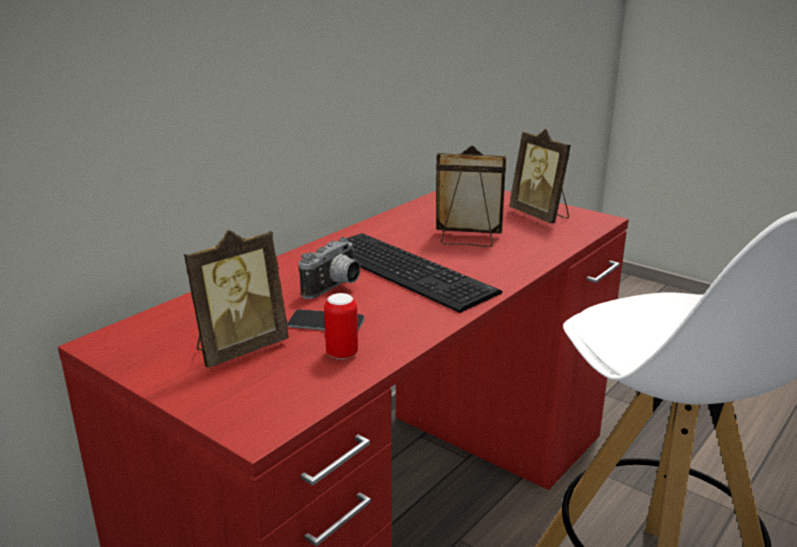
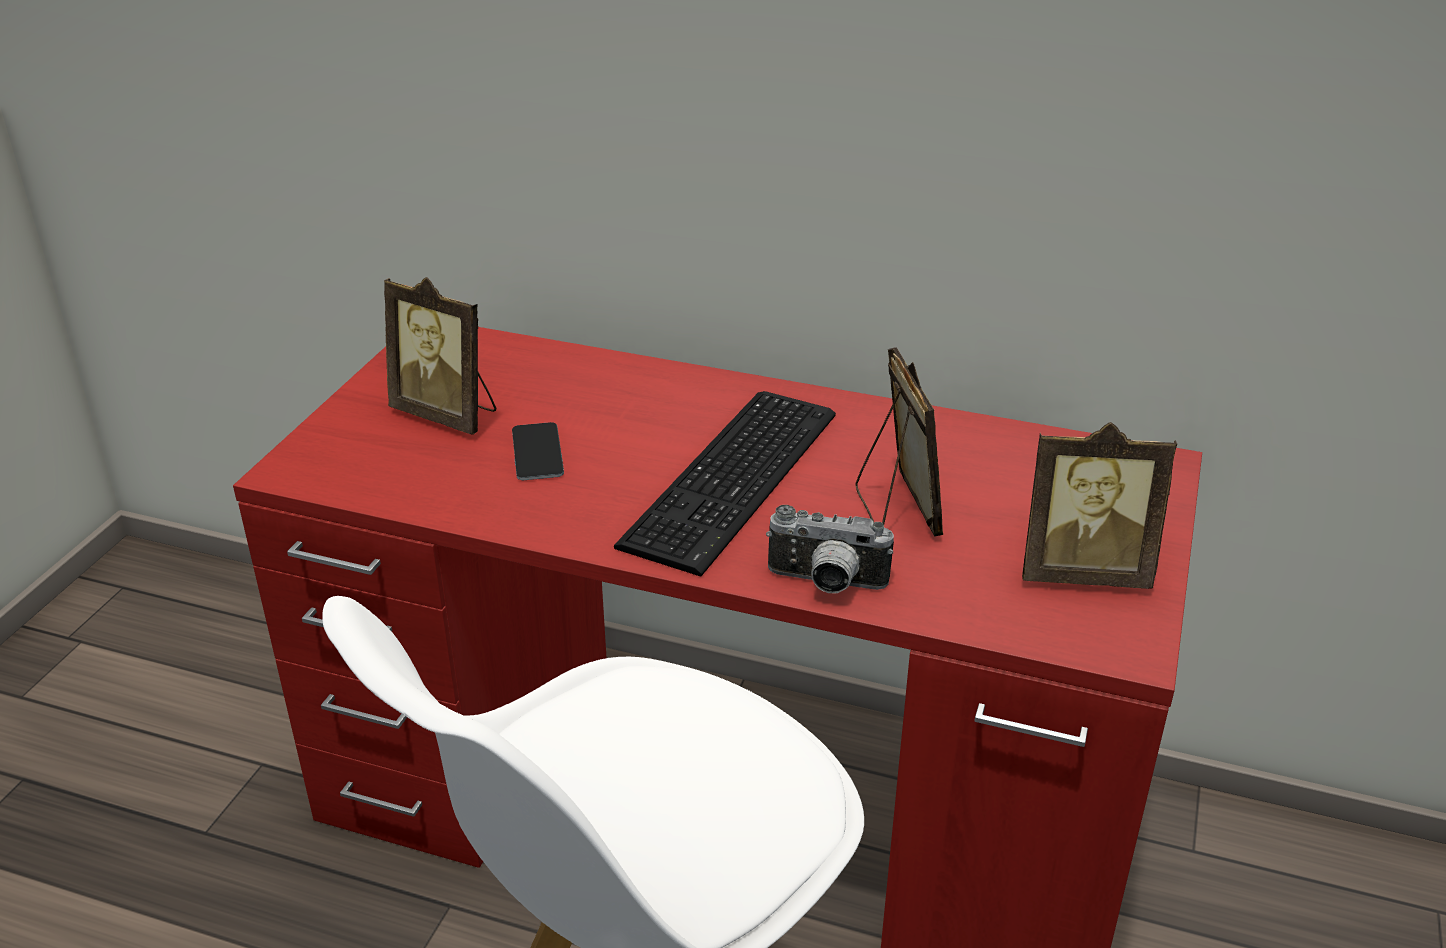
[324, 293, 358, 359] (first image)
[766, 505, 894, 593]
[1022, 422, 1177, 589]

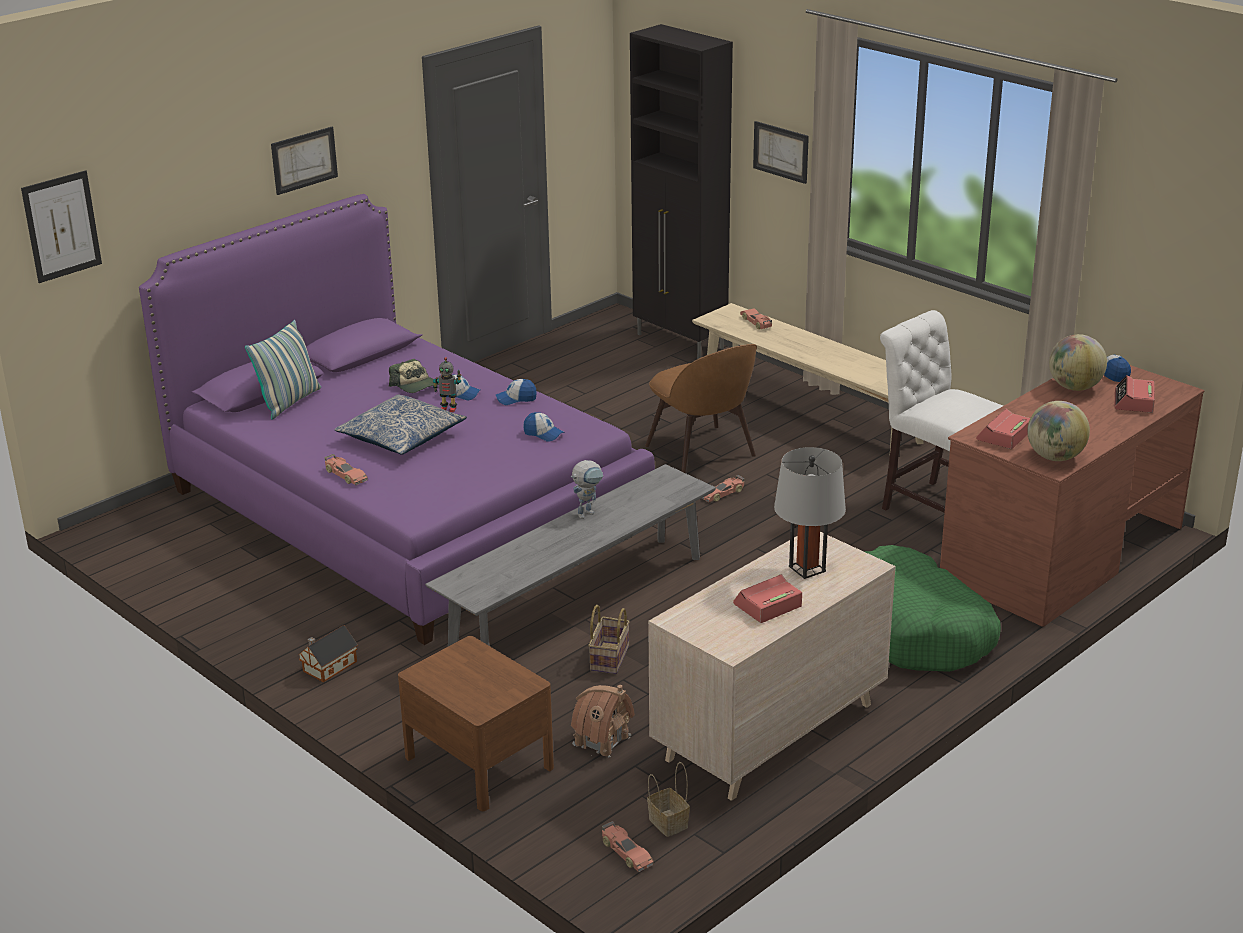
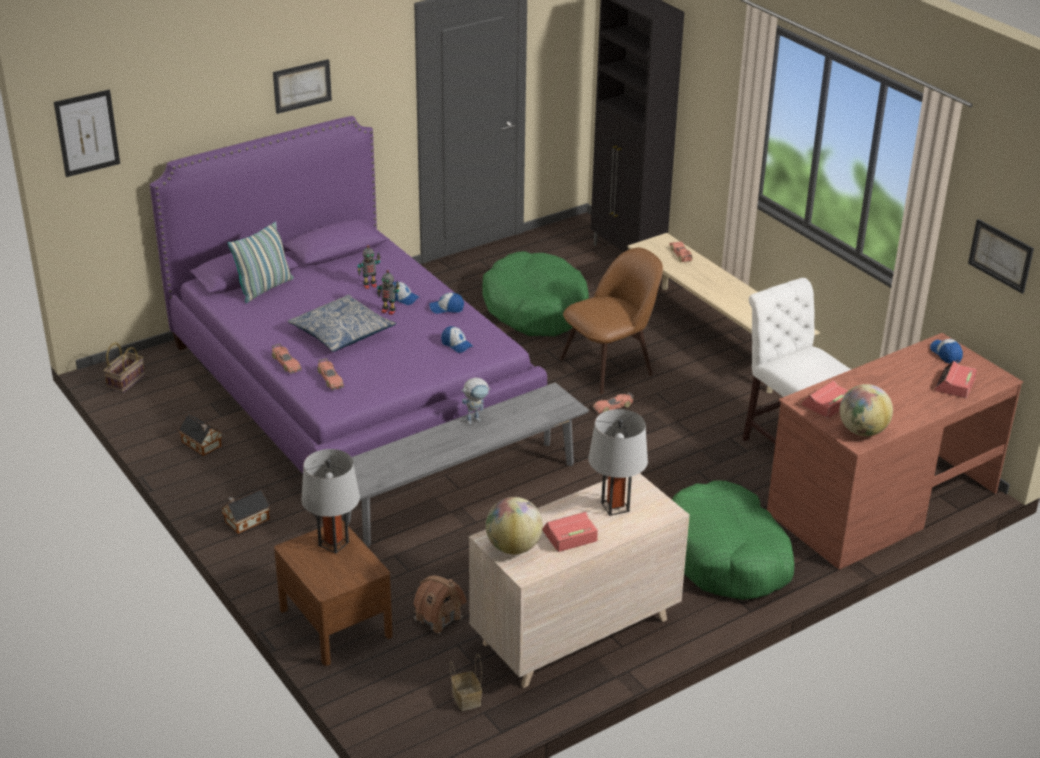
[179, 414, 223, 456]
[301, 449, 360, 554]
[482, 251, 589, 336]
[104, 342, 145, 393]
[317, 358, 344, 390]
[968, 219, 1034, 294]
[486, 497, 543, 554]
[357, 245, 380, 289]
[560, 248, 663, 394]

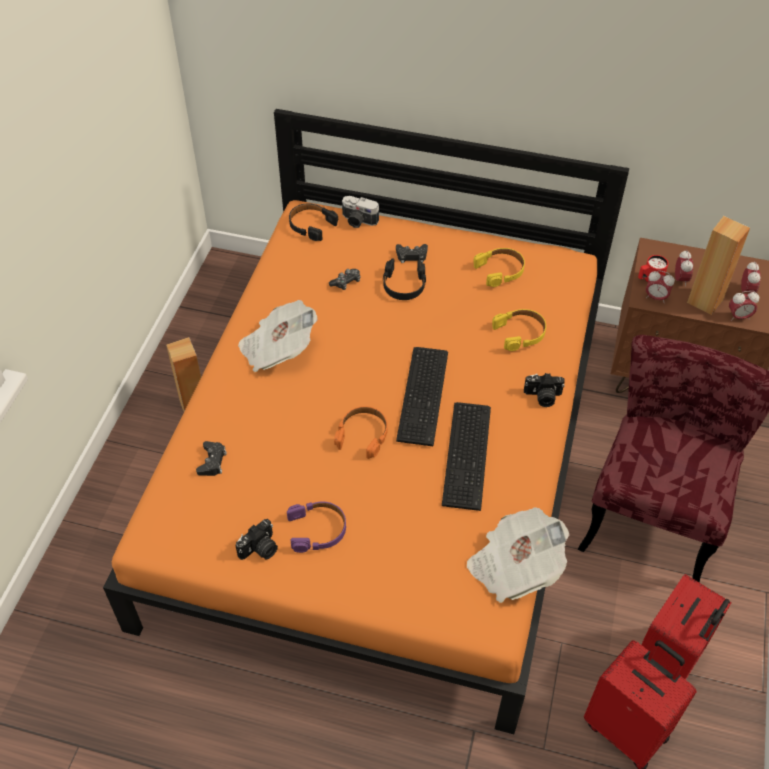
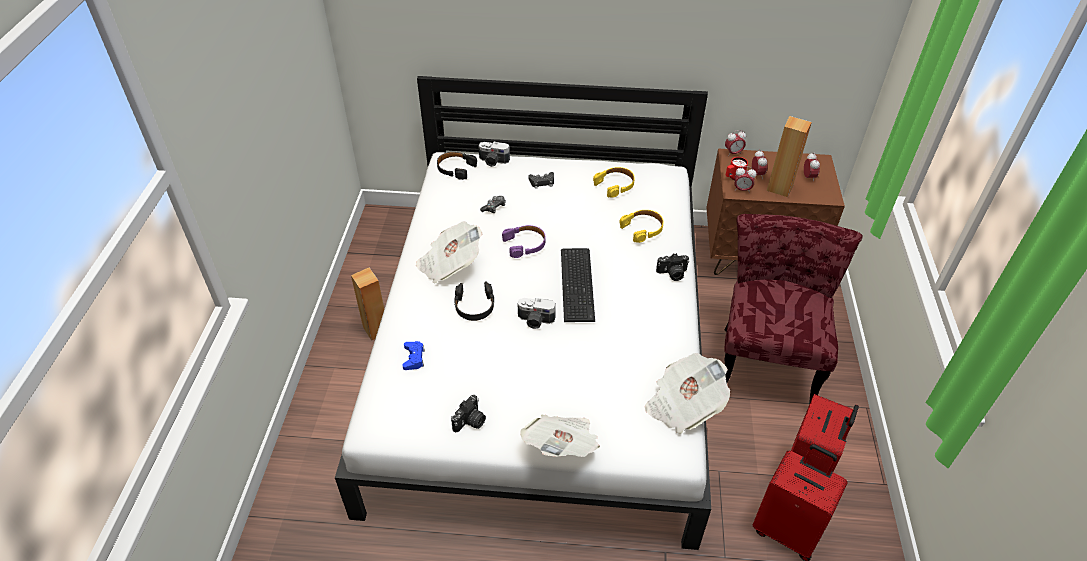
[442, 402, 491, 511] (first image)
[520, 415, 600, 457]
[502, 225, 545, 258]
[454, 281, 494, 321]
[725, 130, 746, 156]
[518, 298, 556, 329]
[335, 76, 711, 550]
[402, 341, 425, 370]

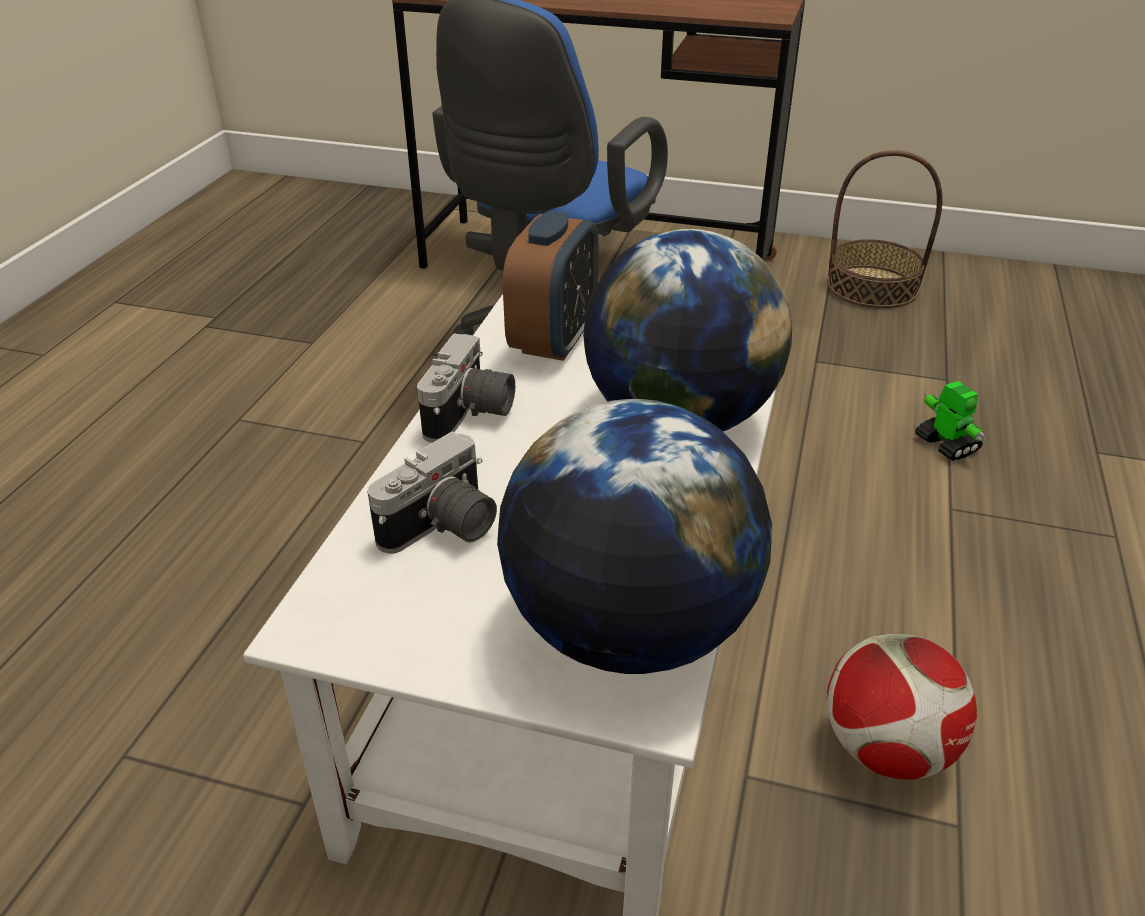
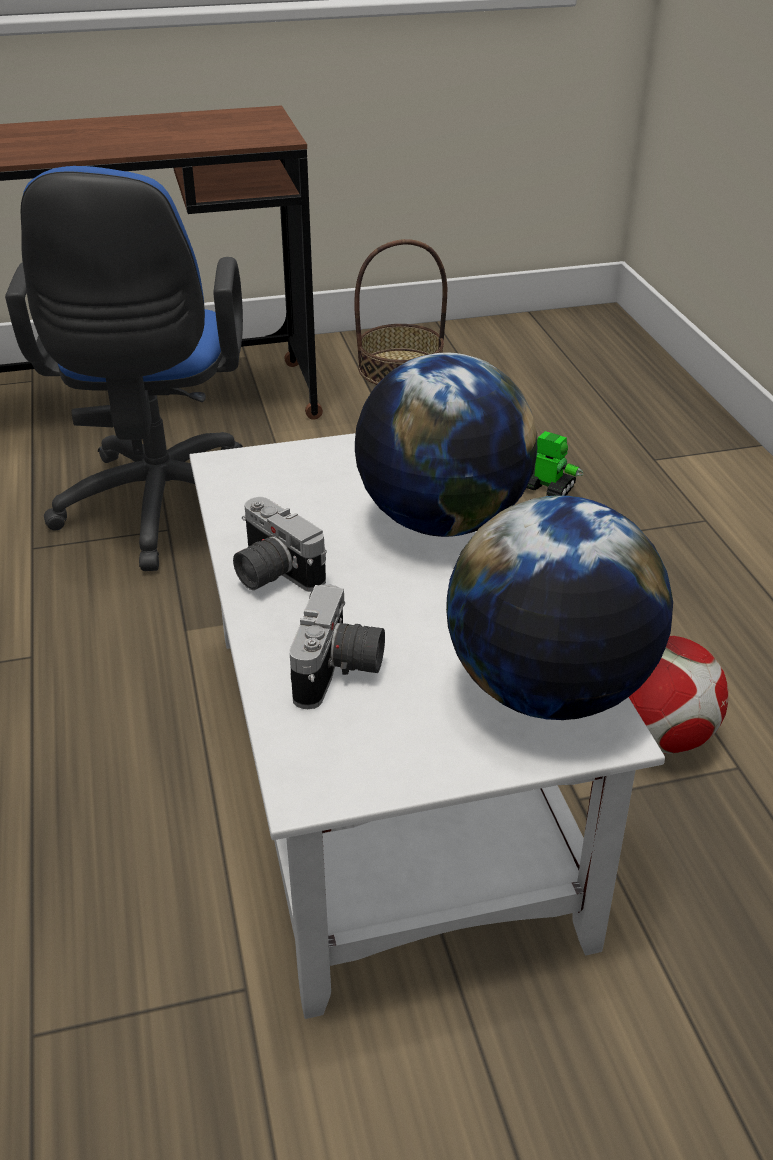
[503, 211, 599, 361] (first image)
[233, 497, 326, 592]

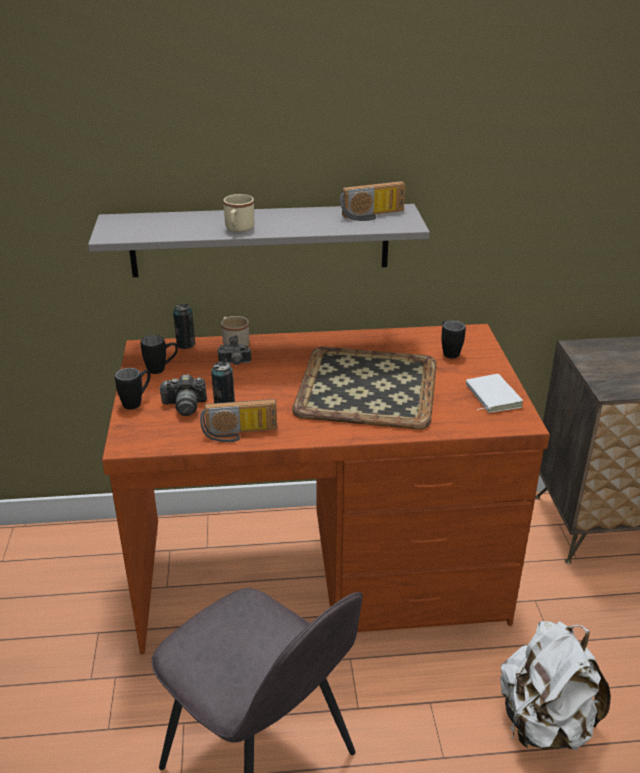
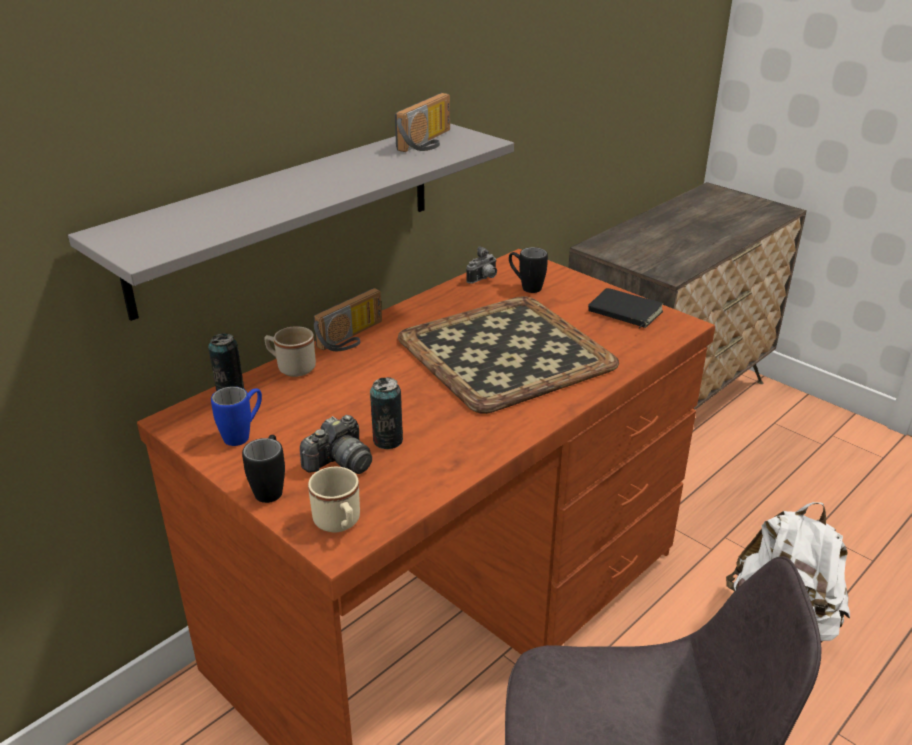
[314, 288, 382, 351]
[466, 246, 497, 284]
[308, 467, 360, 532]
[211, 386, 262, 446]
[588, 288, 663, 329]

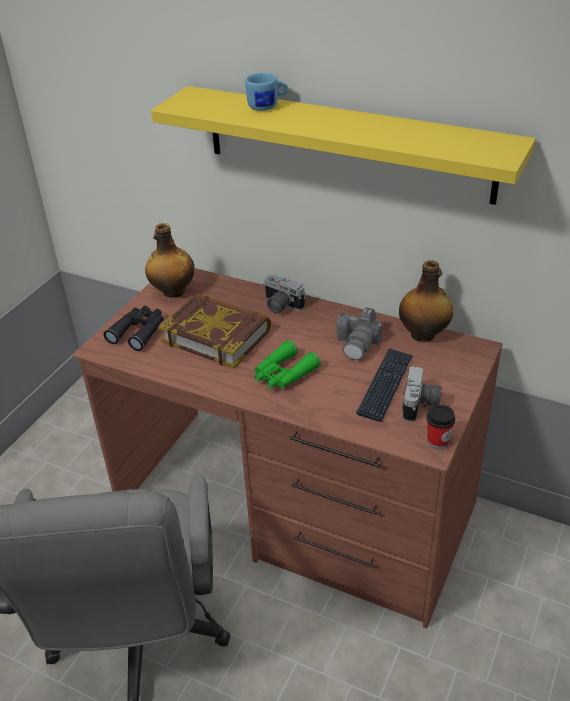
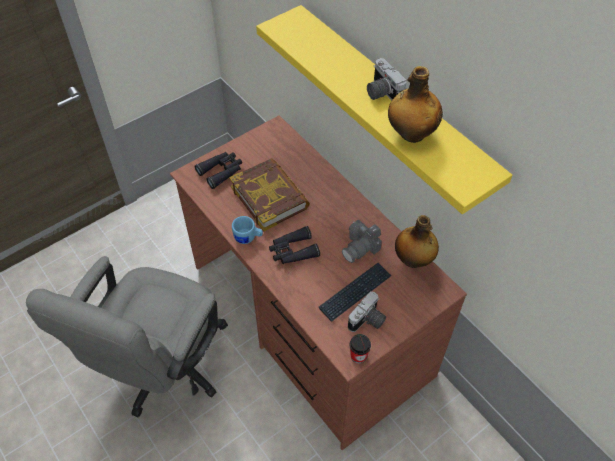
[388, 66, 443, 143]
[232, 216, 263, 244]
[367, 58, 406, 100]
[269, 226, 320, 264]

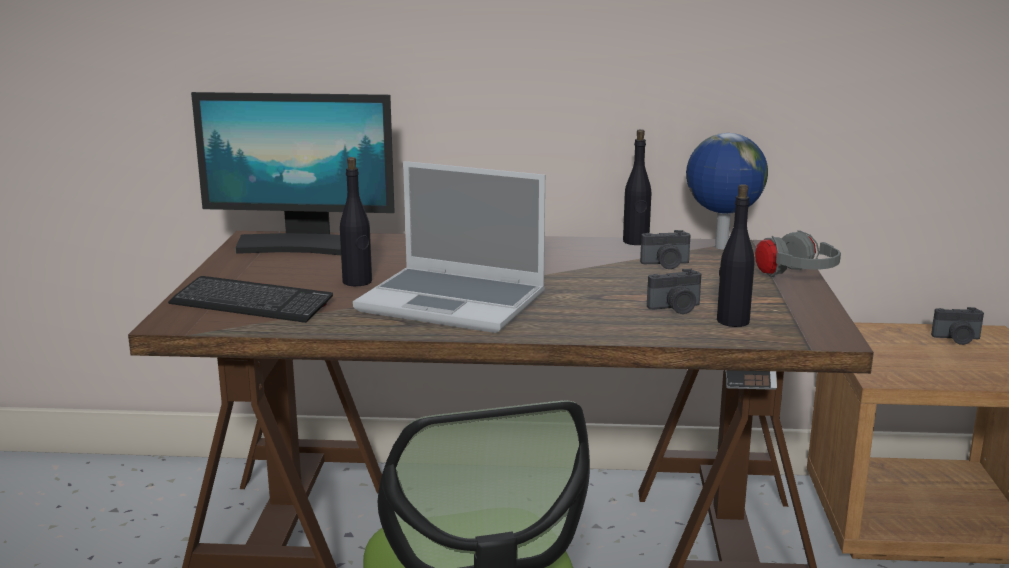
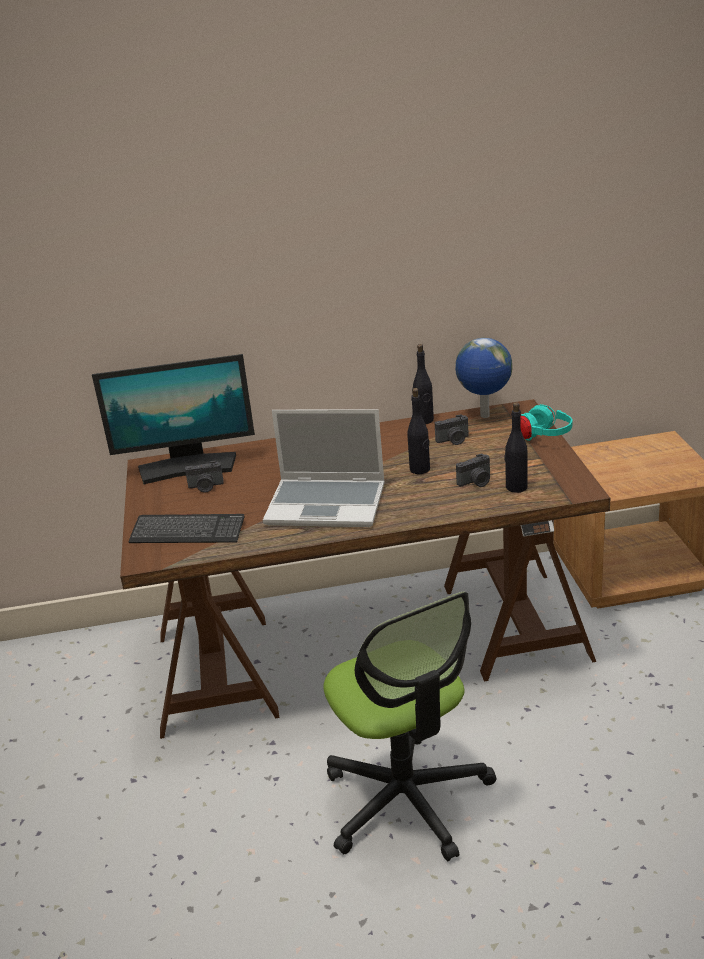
[407, 388, 430, 474]
[185, 461, 224, 492]
[520, 404, 573, 441]

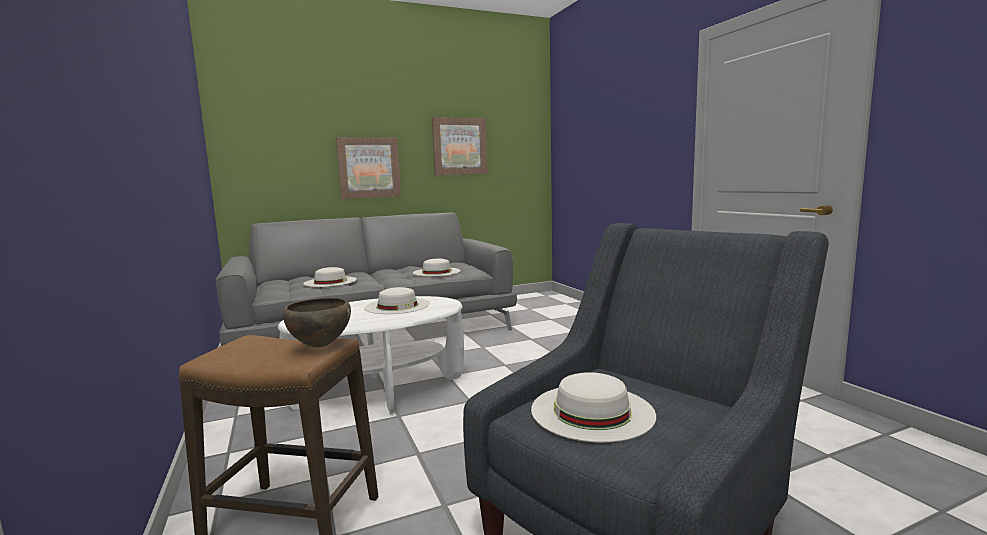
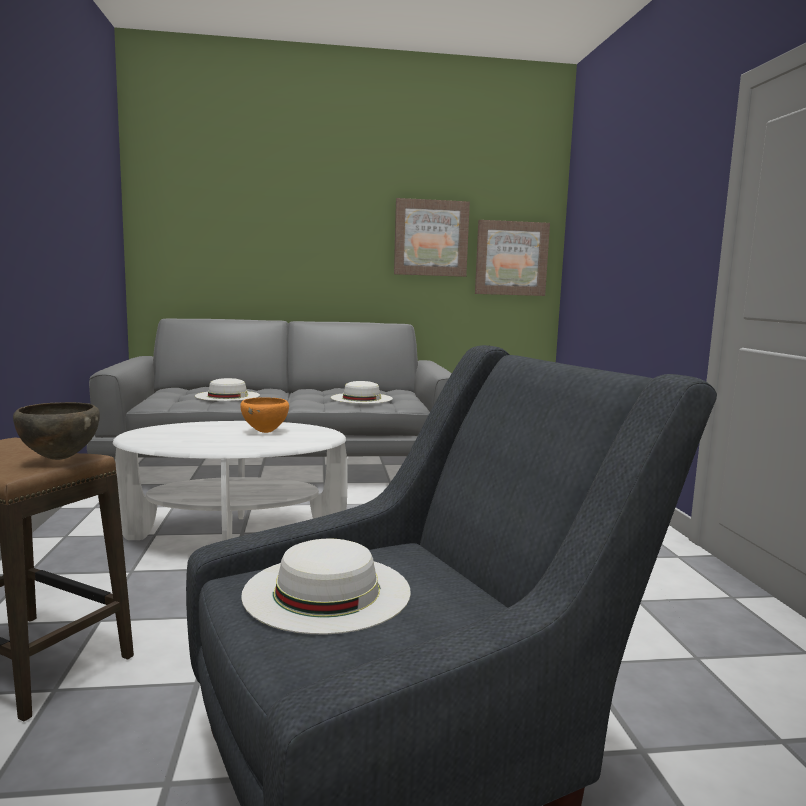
[475, 220, 550, 296]
[240, 397, 289, 433]

